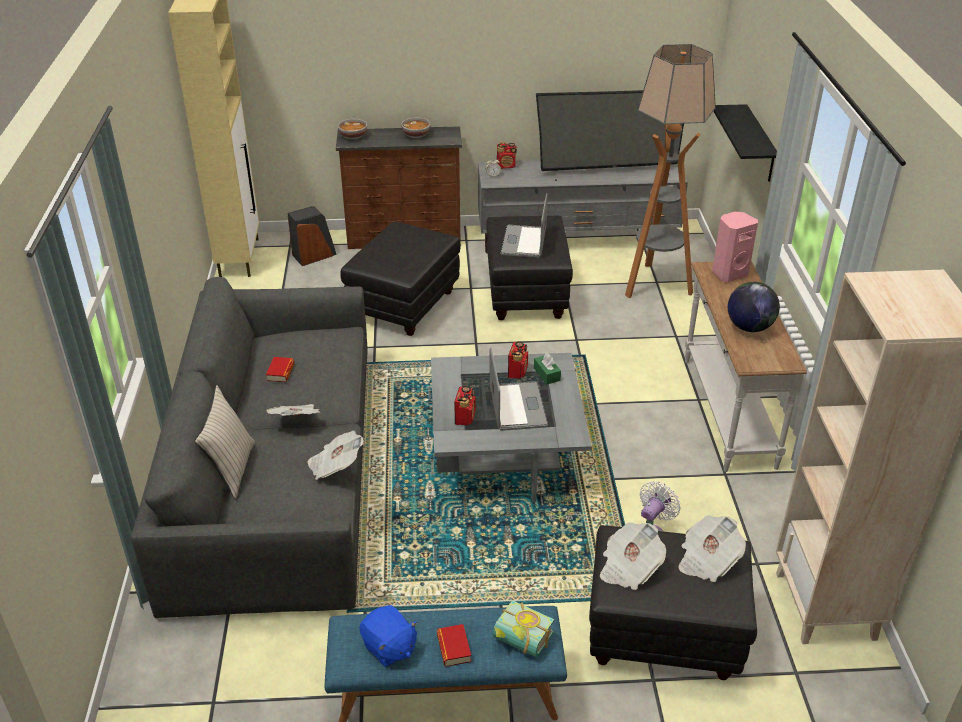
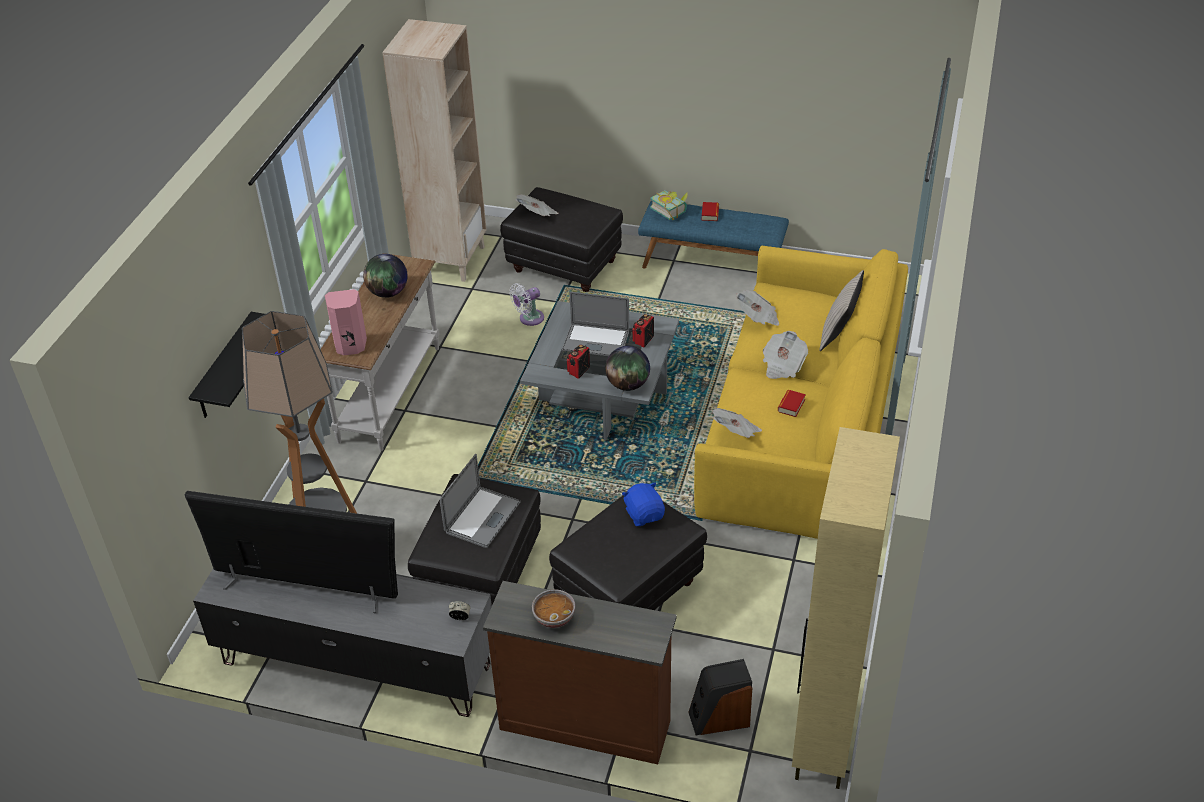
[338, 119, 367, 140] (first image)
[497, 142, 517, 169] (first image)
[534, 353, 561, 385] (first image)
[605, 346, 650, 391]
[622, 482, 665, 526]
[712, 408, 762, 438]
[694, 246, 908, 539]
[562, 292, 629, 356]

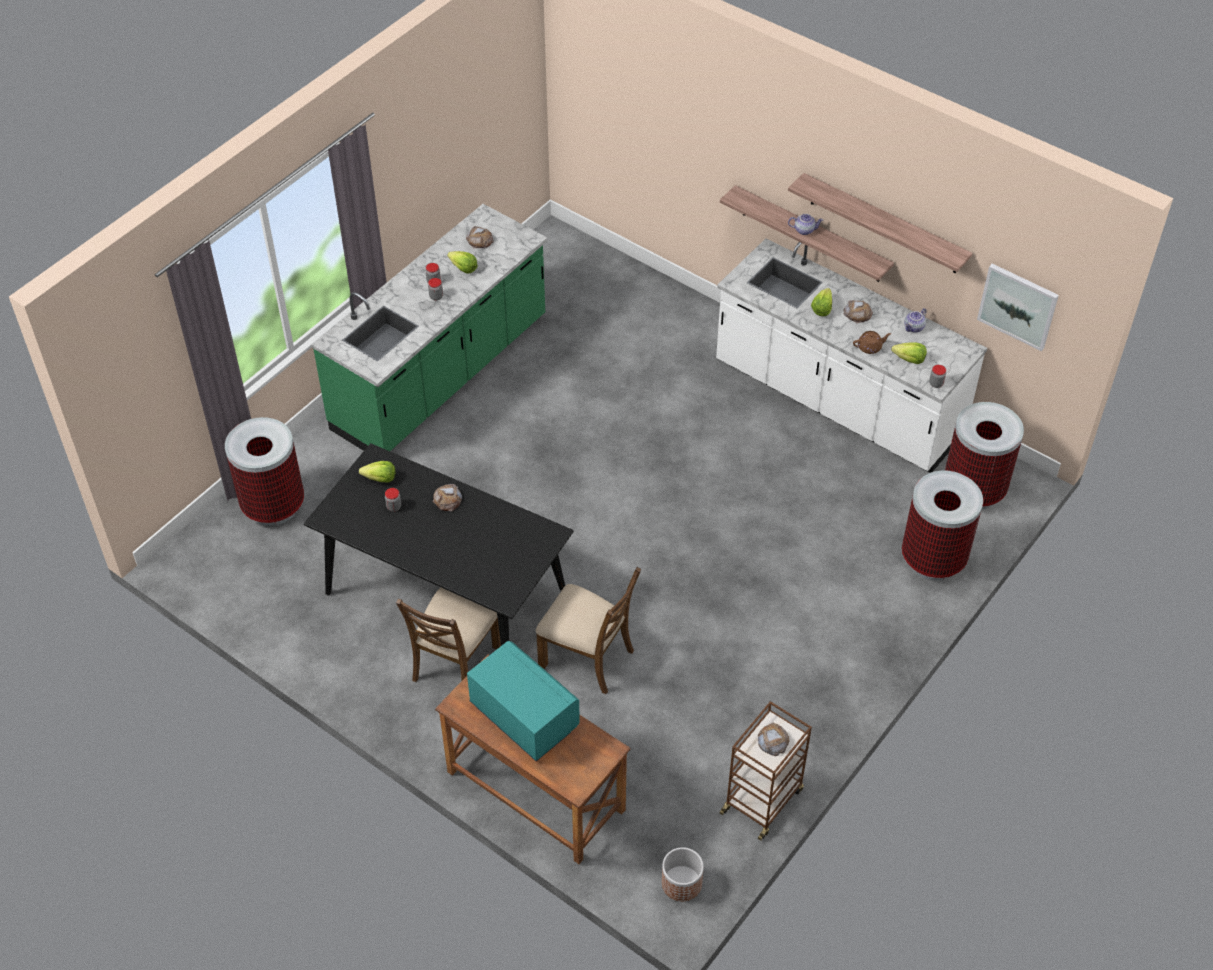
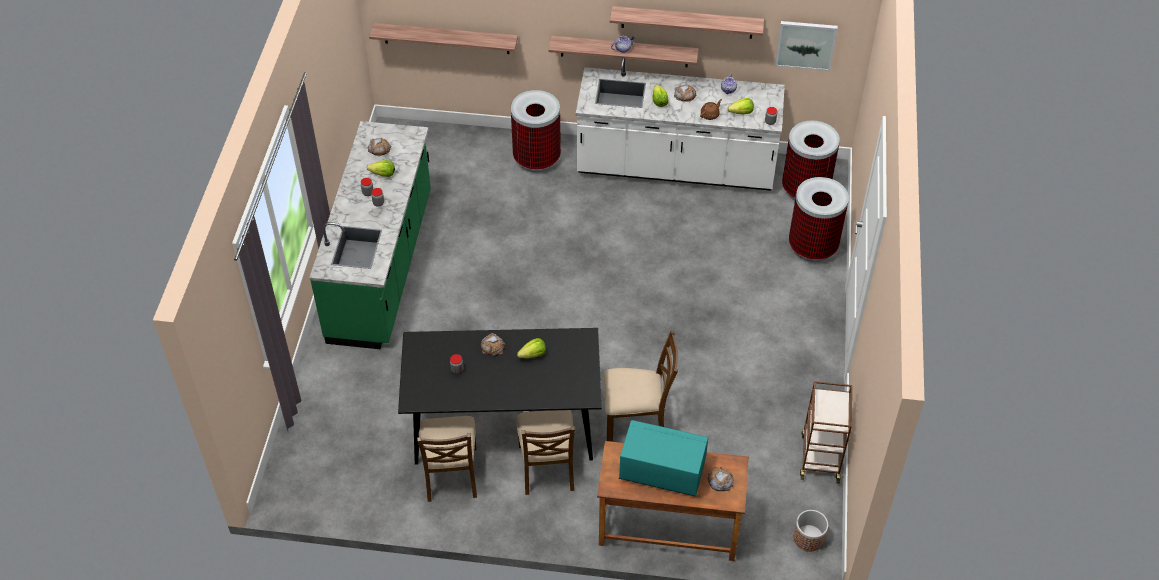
[369, 23, 518, 54]
[417, 416, 477, 502]
[511, 90, 561, 173]
[517, 338, 546, 358]
[708, 467, 733, 491]

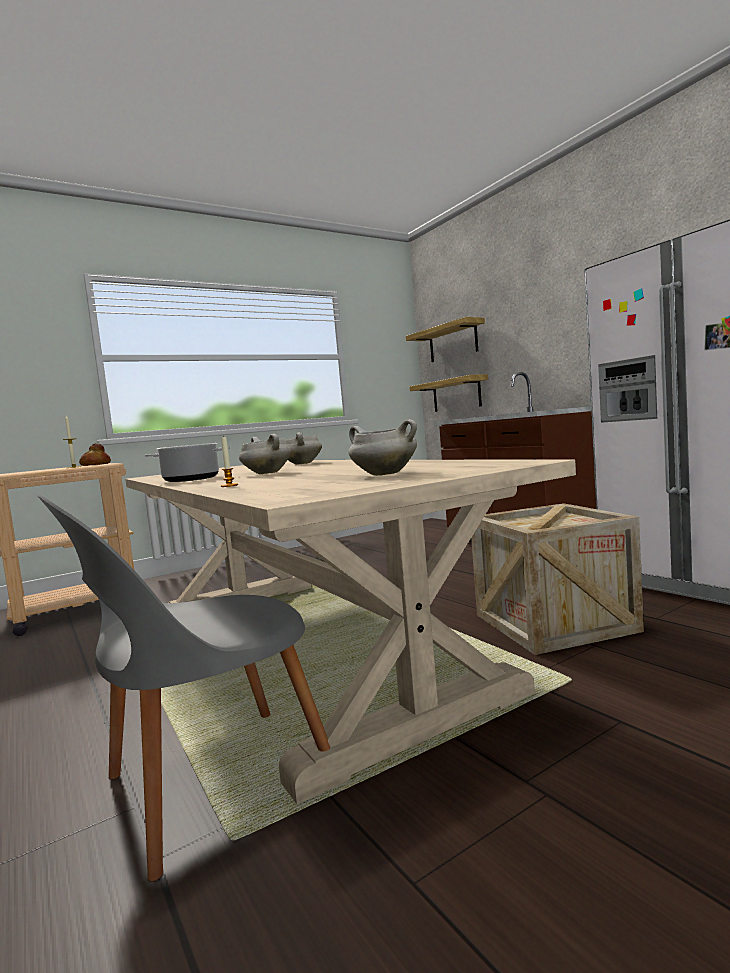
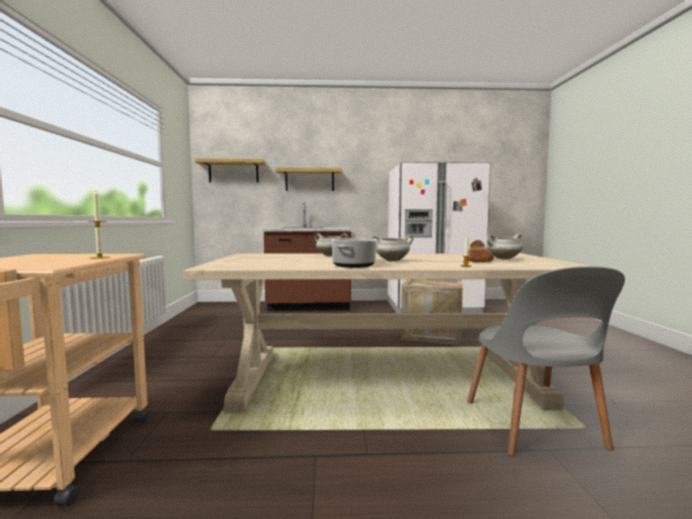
[468, 240, 494, 262]
[275, 167, 342, 191]

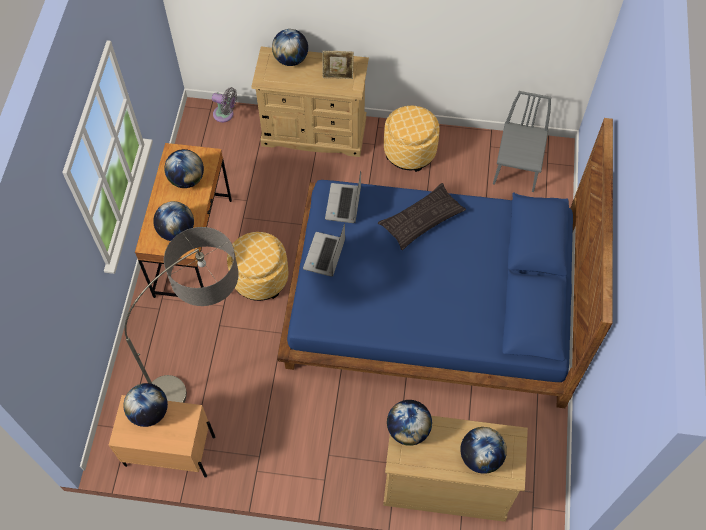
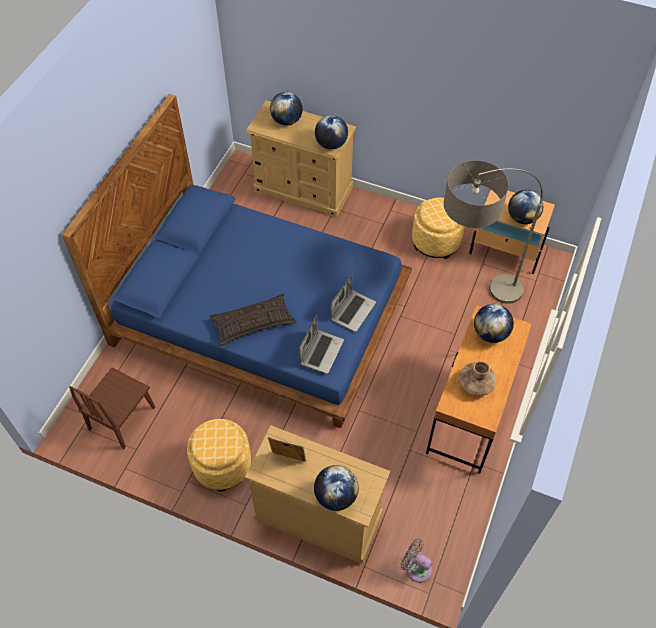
[412, 198, 465, 259]
[459, 361, 497, 396]
[69, 367, 155, 449]

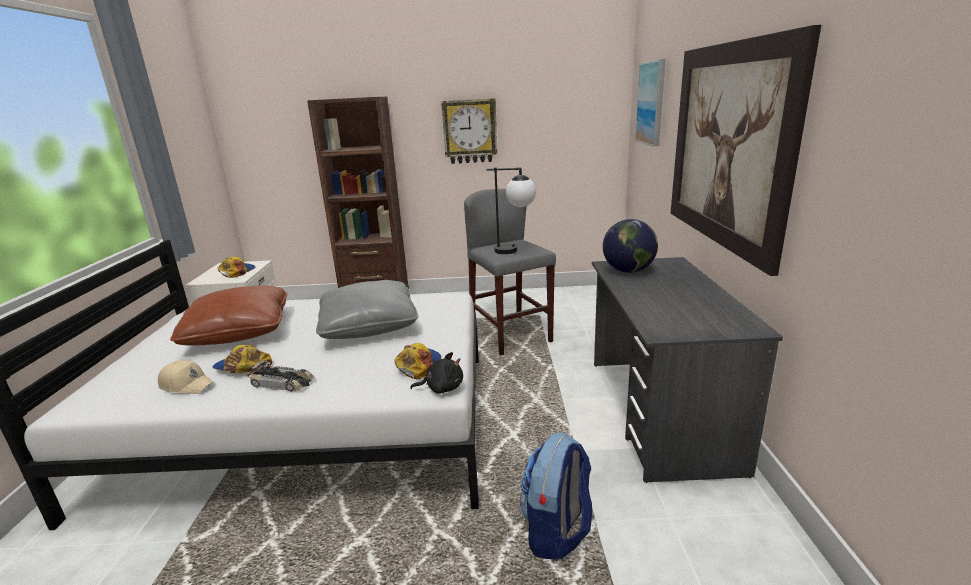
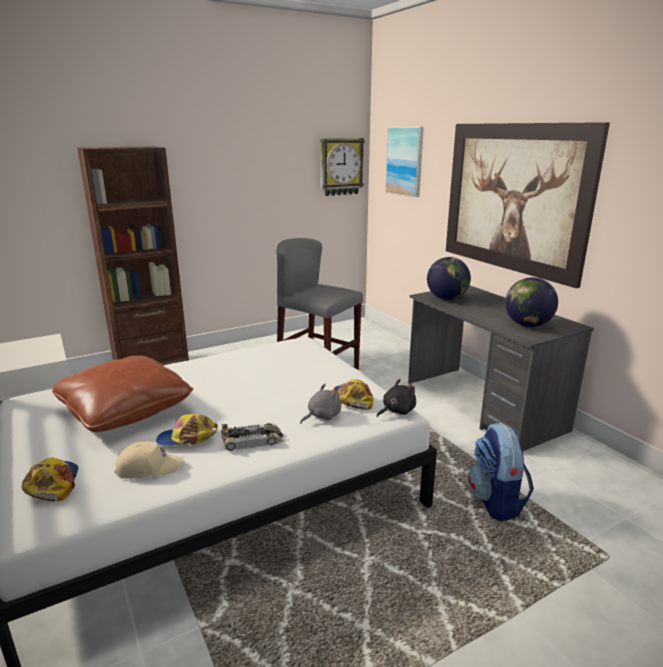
[316, 280, 419, 339] (first image)
[487, 167, 536, 254] (first image)
[300, 384, 341, 424]
[505, 277, 558, 327]
[21, 458, 78, 501]
[320, 138, 365, 196]

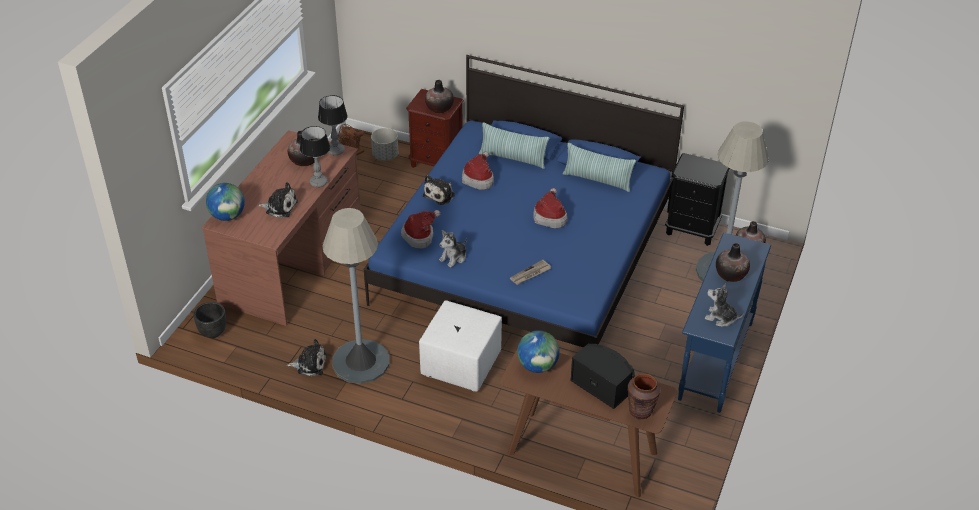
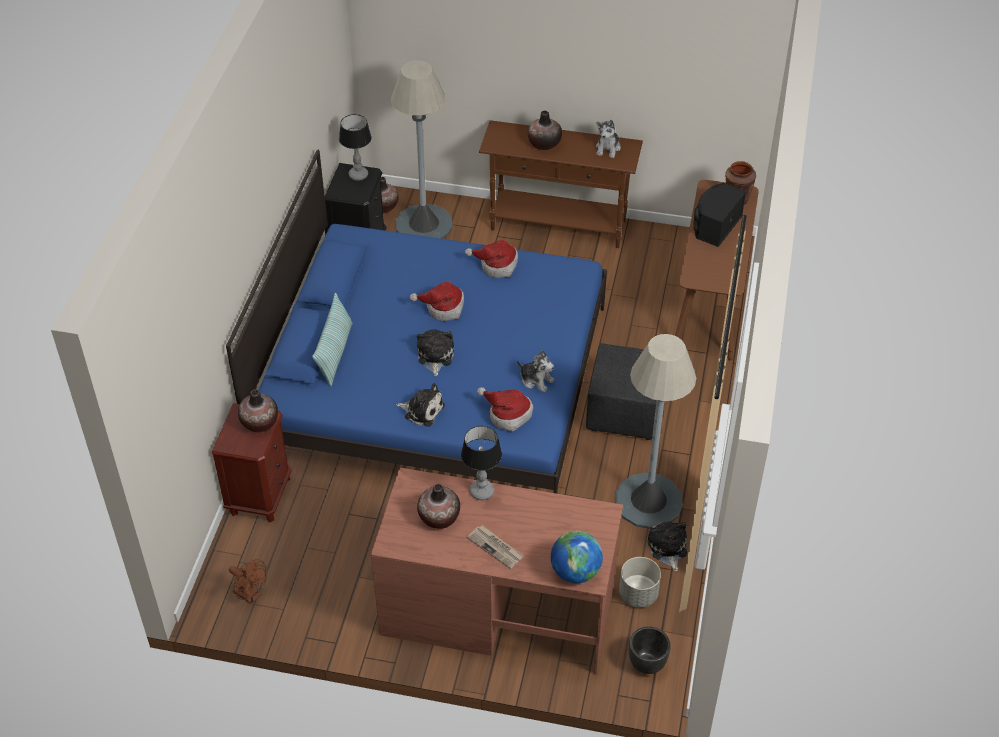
[517, 330, 560, 373] (first image)
[563, 143, 636, 192] (first image)
[417, 329, 454, 376]
[339, 114, 372, 181]
[619, 557, 661, 608]
[465, 240, 518, 278]
[467, 525, 524, 569]
[586, 343, 657, 440]
[479, 120, 643, 248]

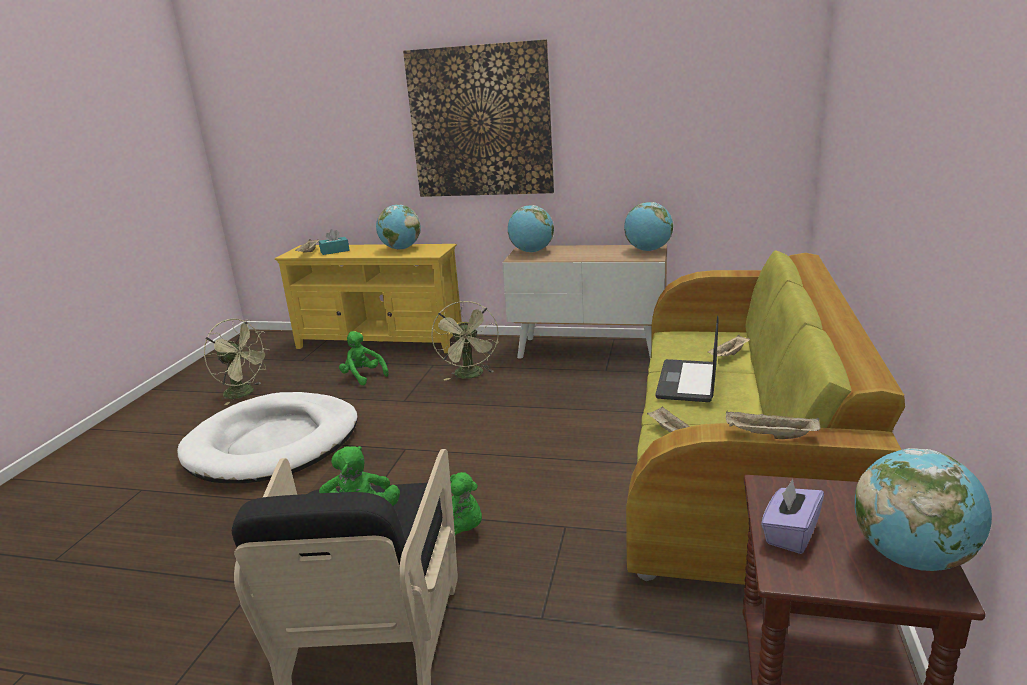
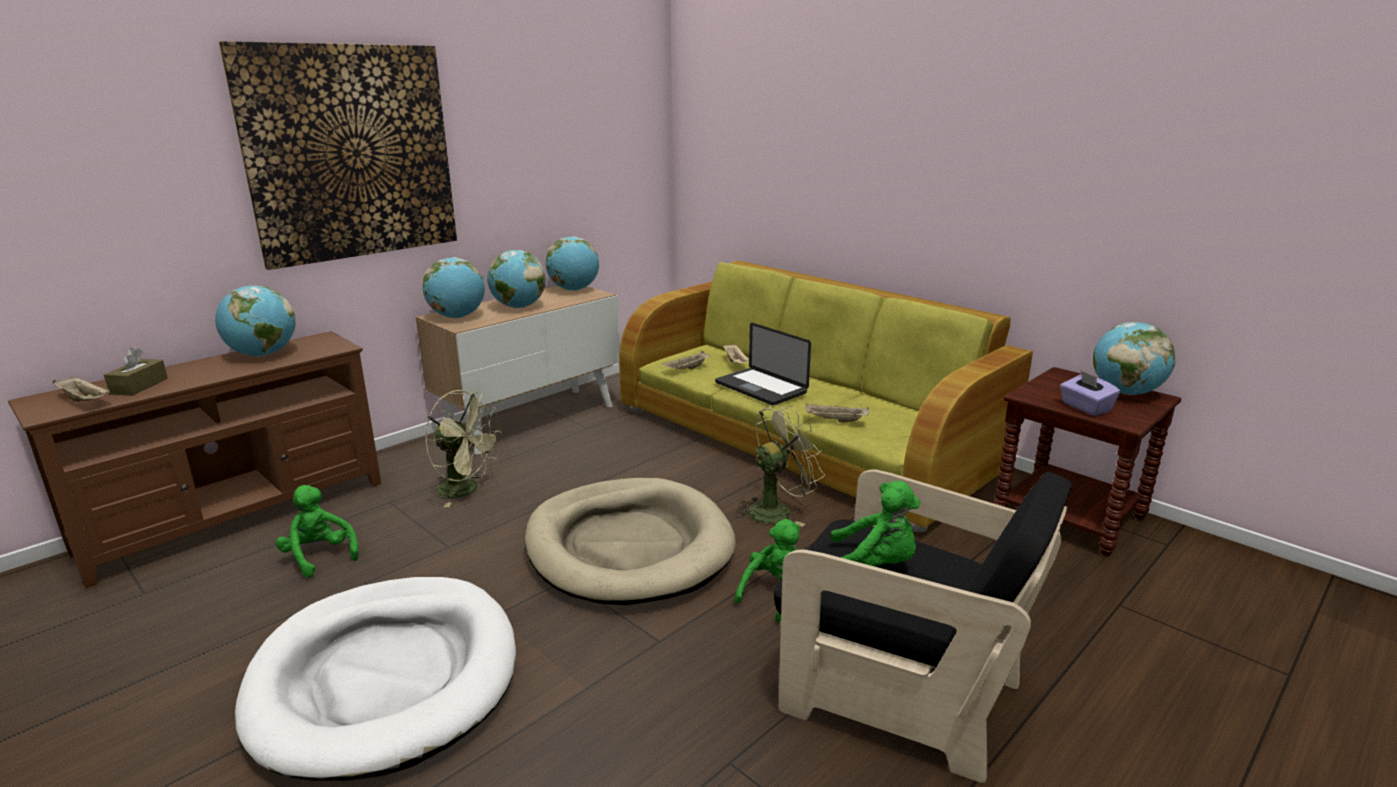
[487, 250, 546, 308]
[525, 478, 736, 605]
[735, 404, 825, 527]
[662, 351, 710, 369]
[8, 331, 381, 588]
[104, 348, 168, 396]
[276, 485, 359, 577]

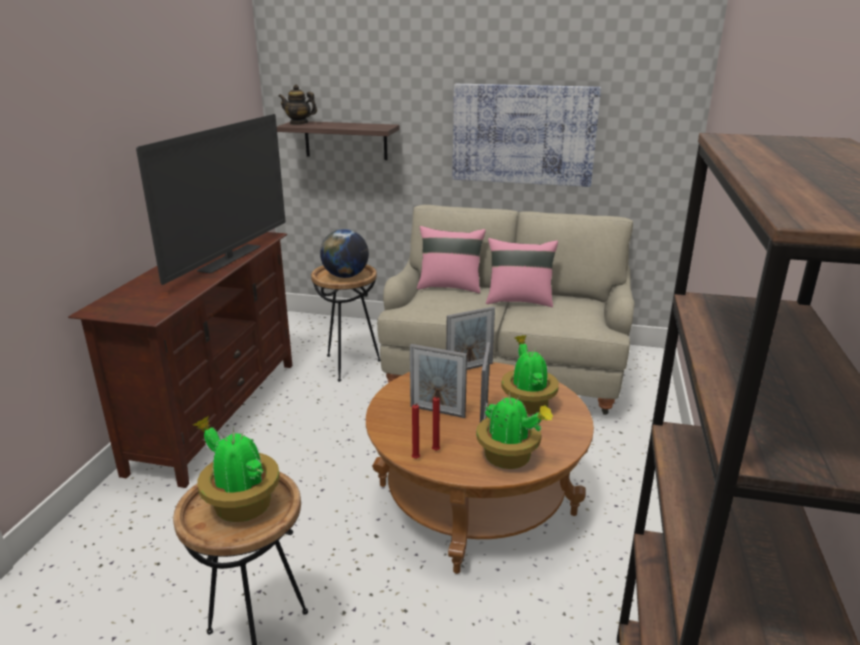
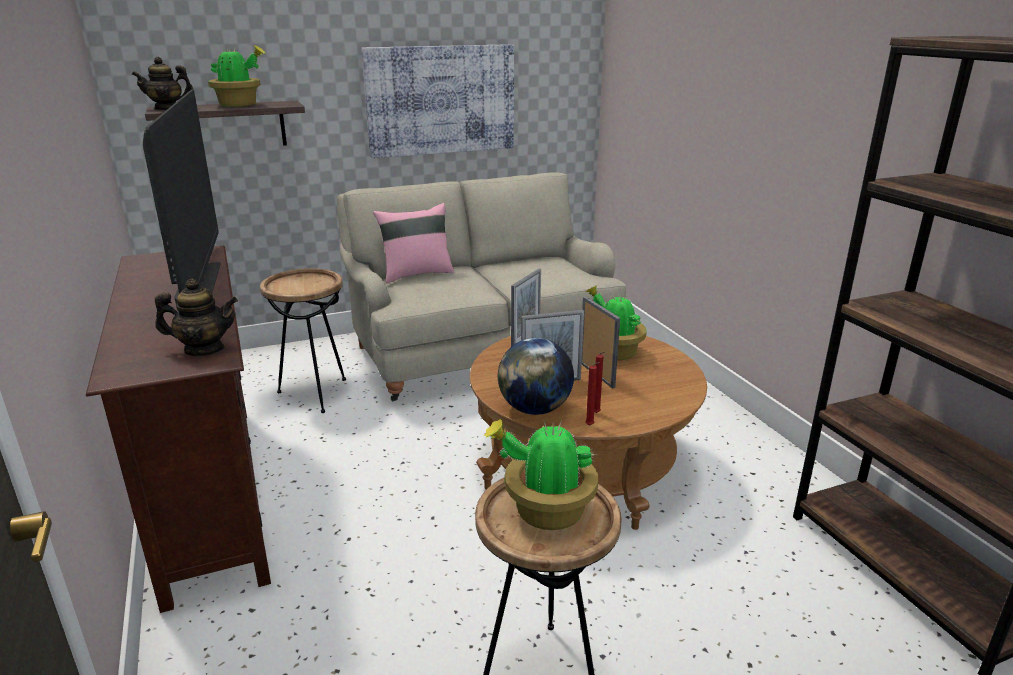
[486, 238, 558, 307] (first image)
[155, 278, 238, 356]
[498, 338, 574, 415]
[208, 45, 265, 107]

